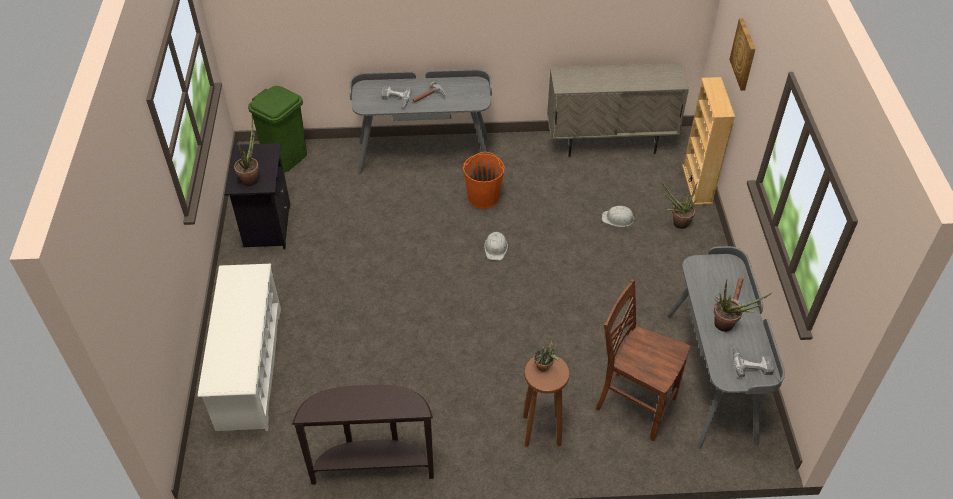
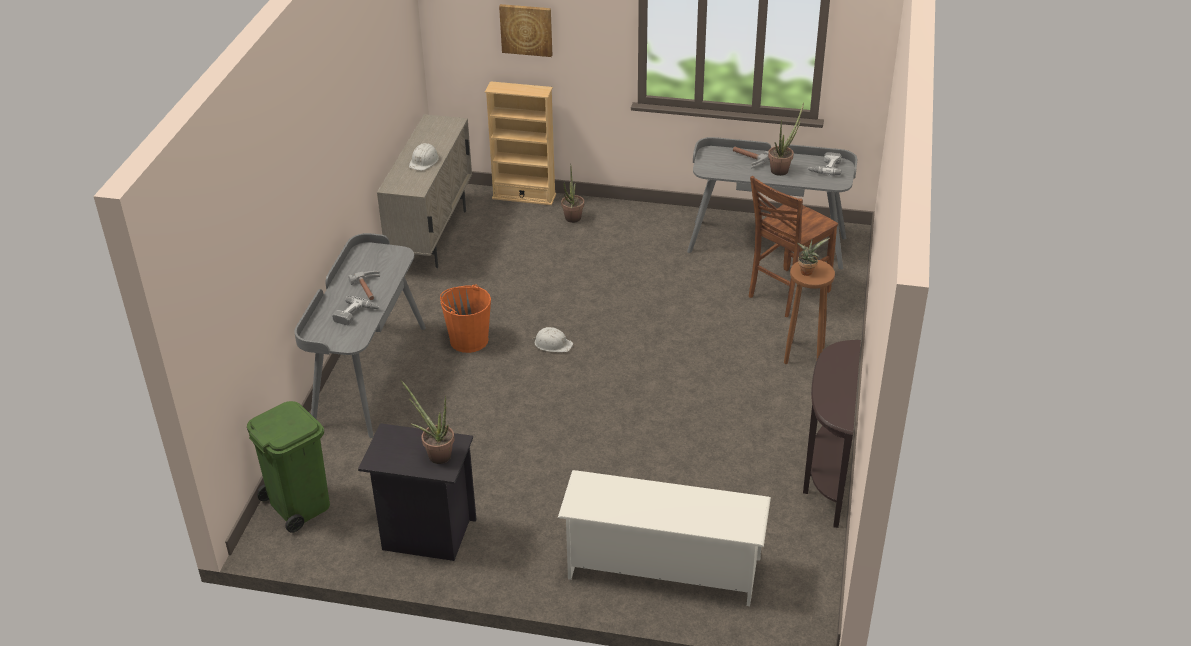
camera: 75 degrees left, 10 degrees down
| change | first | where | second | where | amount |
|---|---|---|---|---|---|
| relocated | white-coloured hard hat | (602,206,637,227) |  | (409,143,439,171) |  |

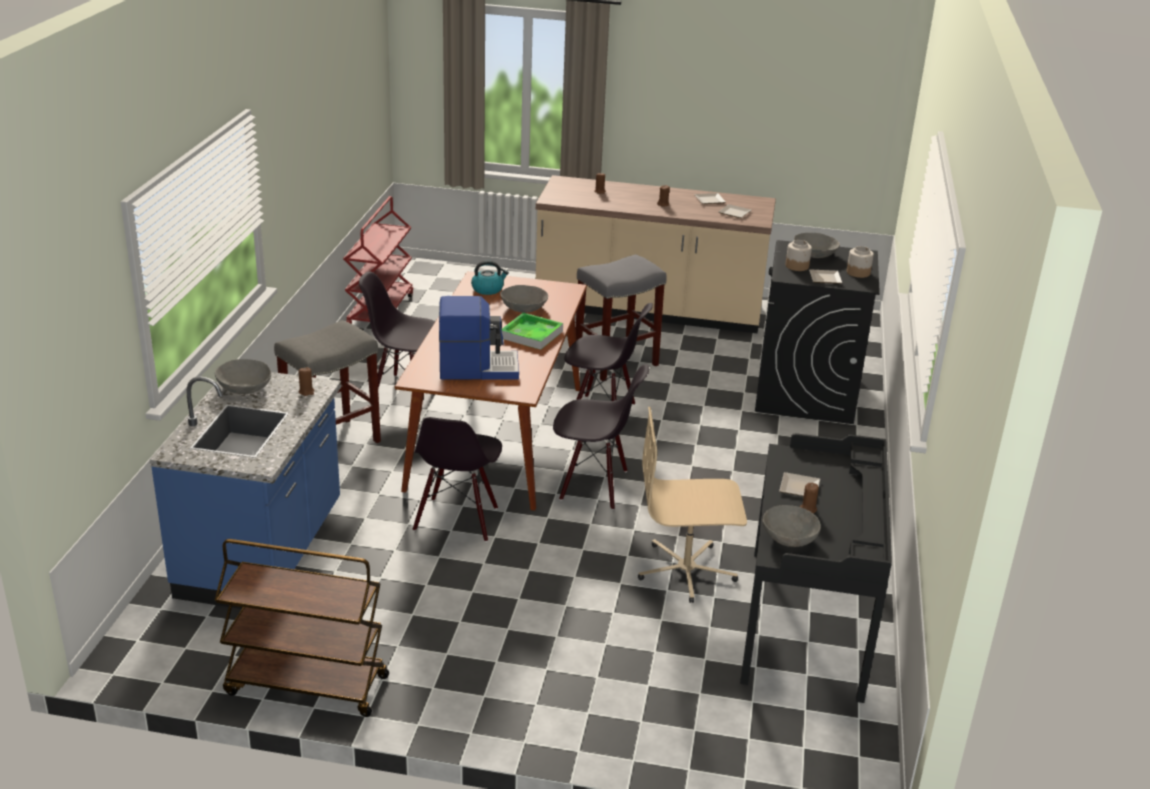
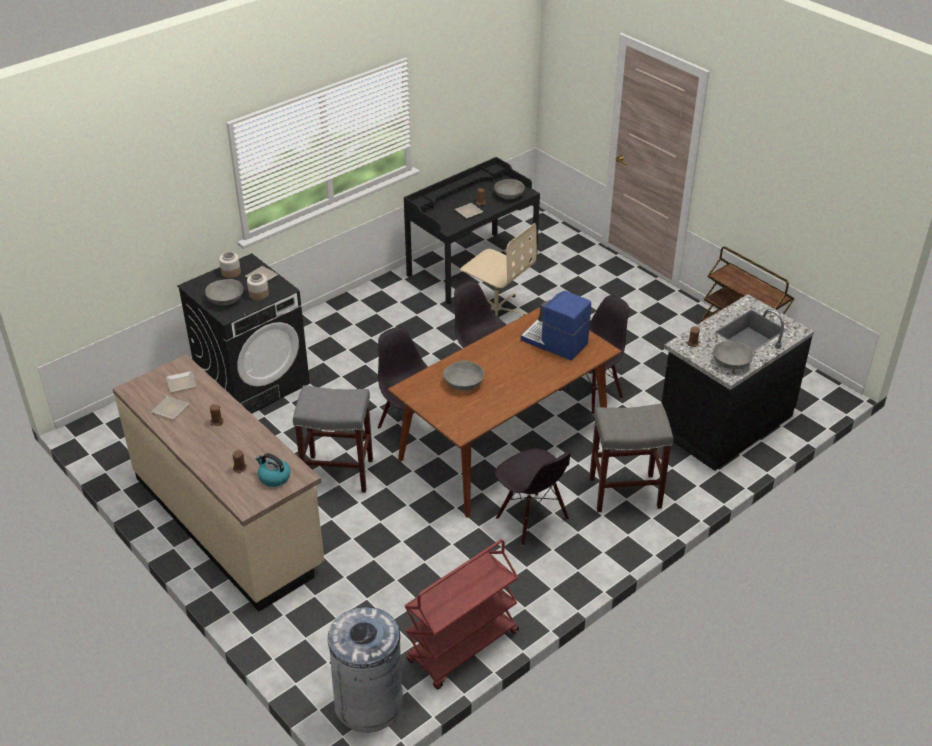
camera: 140 degrees left, 10 degrees up
| change | first | where | second | where | amount |
|---|---|---|---|---|---|
| missing | carrying tray | (501,313,563,350) |  |  |  |
| appeared |  |  | gray trash can | (328,607,403,733) |  |
| relocated | tea kettle | (471,260,509,295) |  | (256,453,290,487) |  |
| colour | blue-coloured kitchen counter | (149,372,341,609) | blackish kitchen counter | (661,294,814,471) |  |

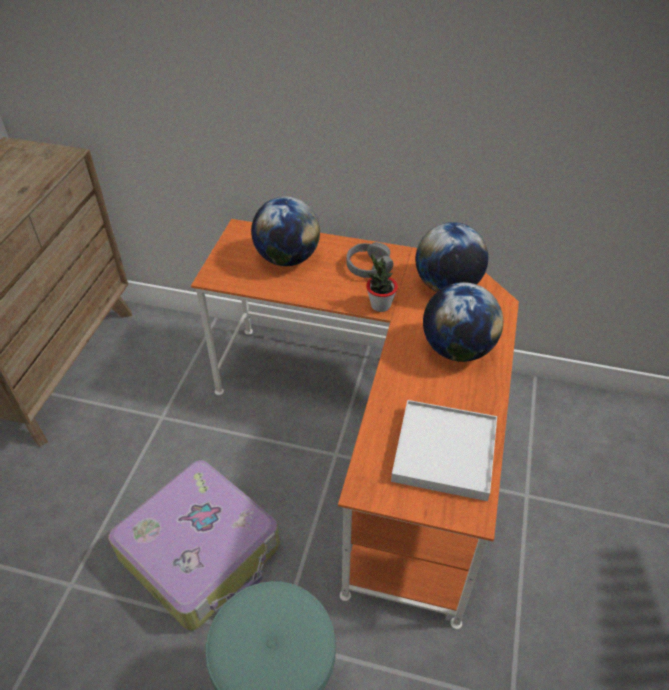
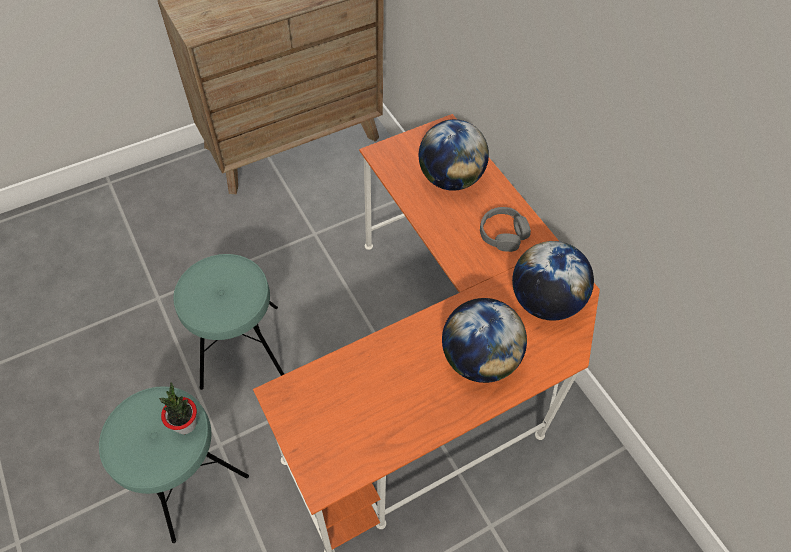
camera: 45 degrees right, 10 degrees up
| change | first | where | second | where | amount |
|---|---|---|---|---|---|
| missing | white-coloured carrying tray | (391,400,497,501) |  |  |  |
| relocated | houseplant | (366,253,398,312) |  | (159,382,197,434) |  |
| exchanged | suitcase | (108,460,280,630) | blue-green sitting stool | (173,254,284,390) |  |

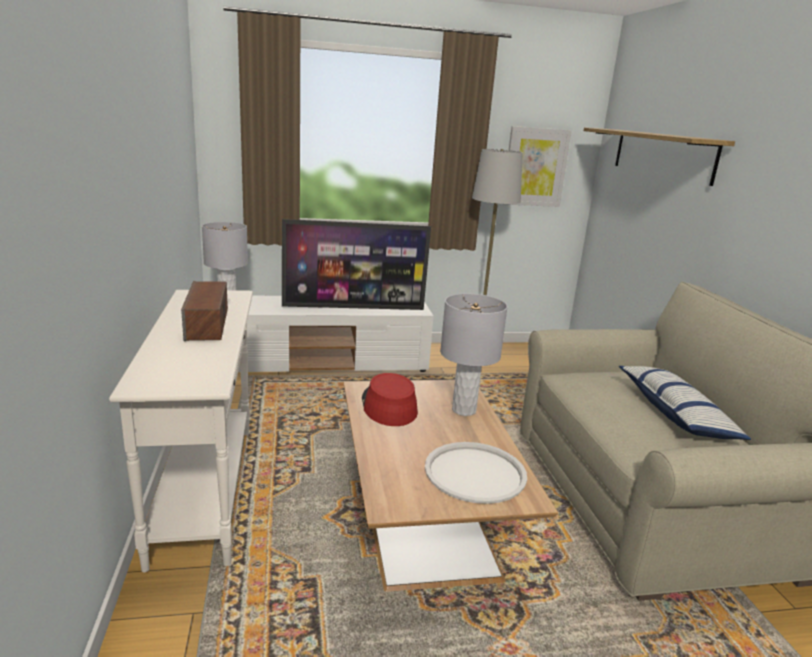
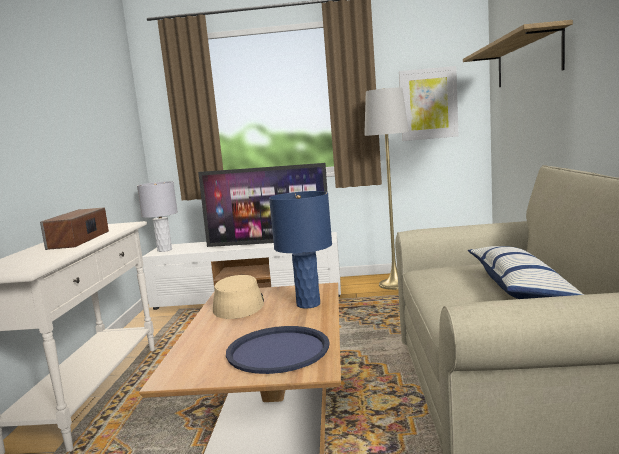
camera: 15 degrees right, 10 degrees down
| change | first | where | second | where | amount |
|---|---|---|---|---|---|
| colour | red wearable hat | (362,373,418,426) | sand-coloured wearable hat | (213,275,264,319) |  |
| colour | white-coloured carrying tray | (425,442,527,504) | blue-coloured carrying tray | (226,326,330,374) |  |
| colour | gray tabletop lamp | (440,294,508,416) | blue-coloured tabletop lamp | (269,191,332,309) |  |

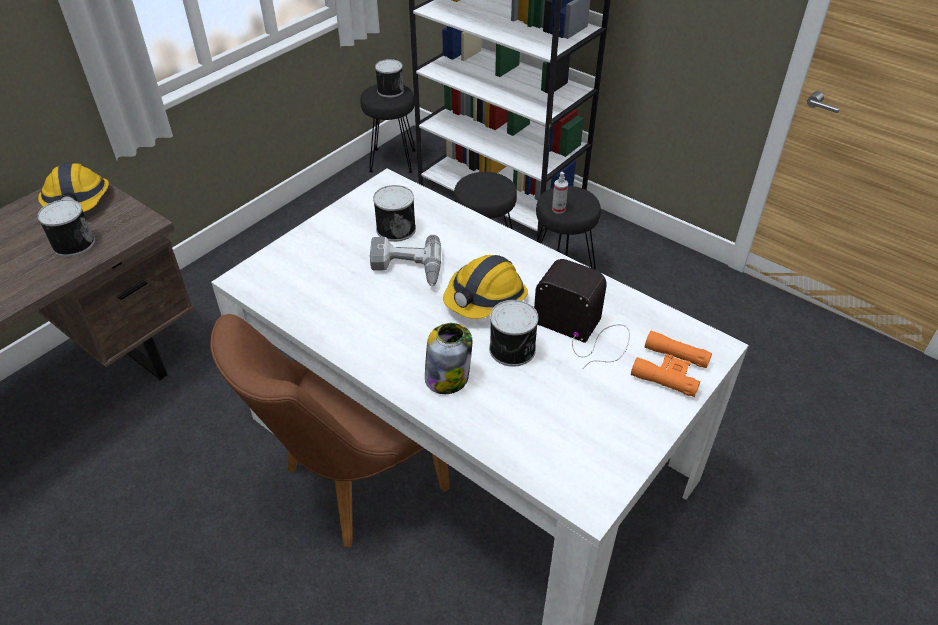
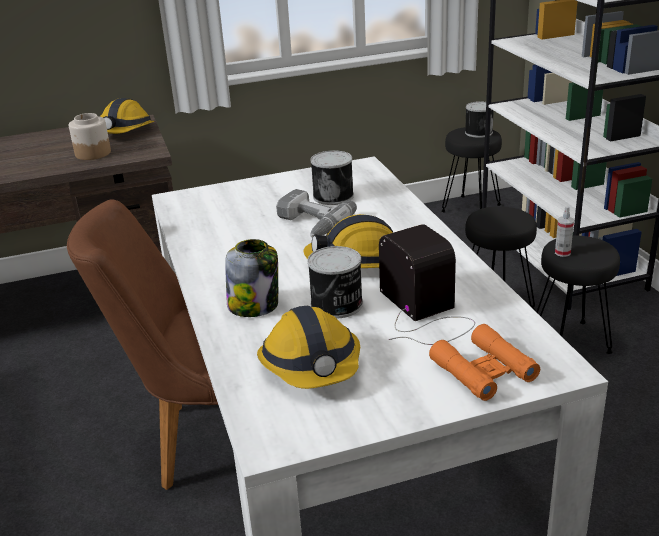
camera: 35 degrees right, 15 degrees down
| change | first | where | second | where | amount |
|---|---|---|---|---|---|
| appeared |  |  | hard hat | (257,305,360,389) |  |
| exchanged | metal can | (37,199,95,257) | storage jar | (69,113,111,160) |  |

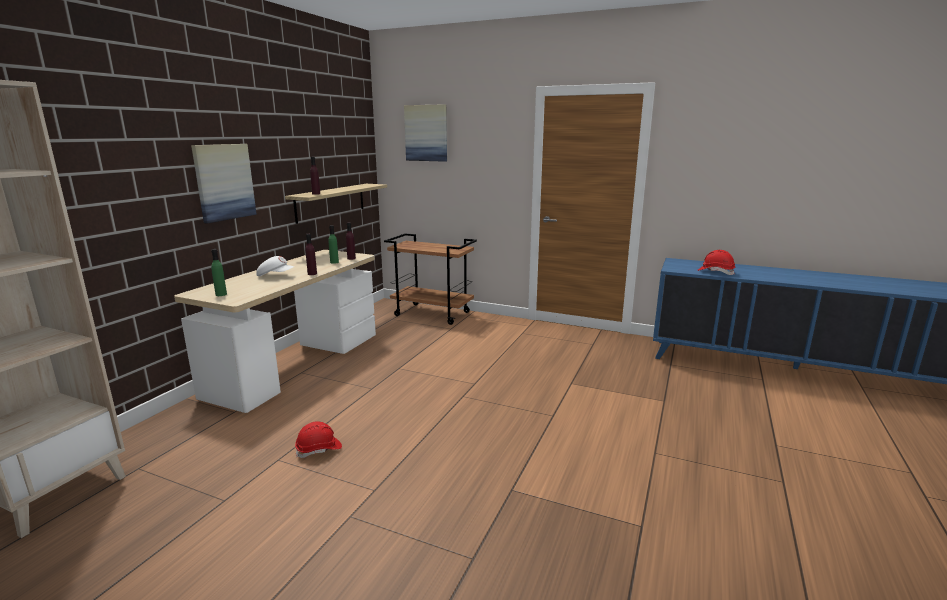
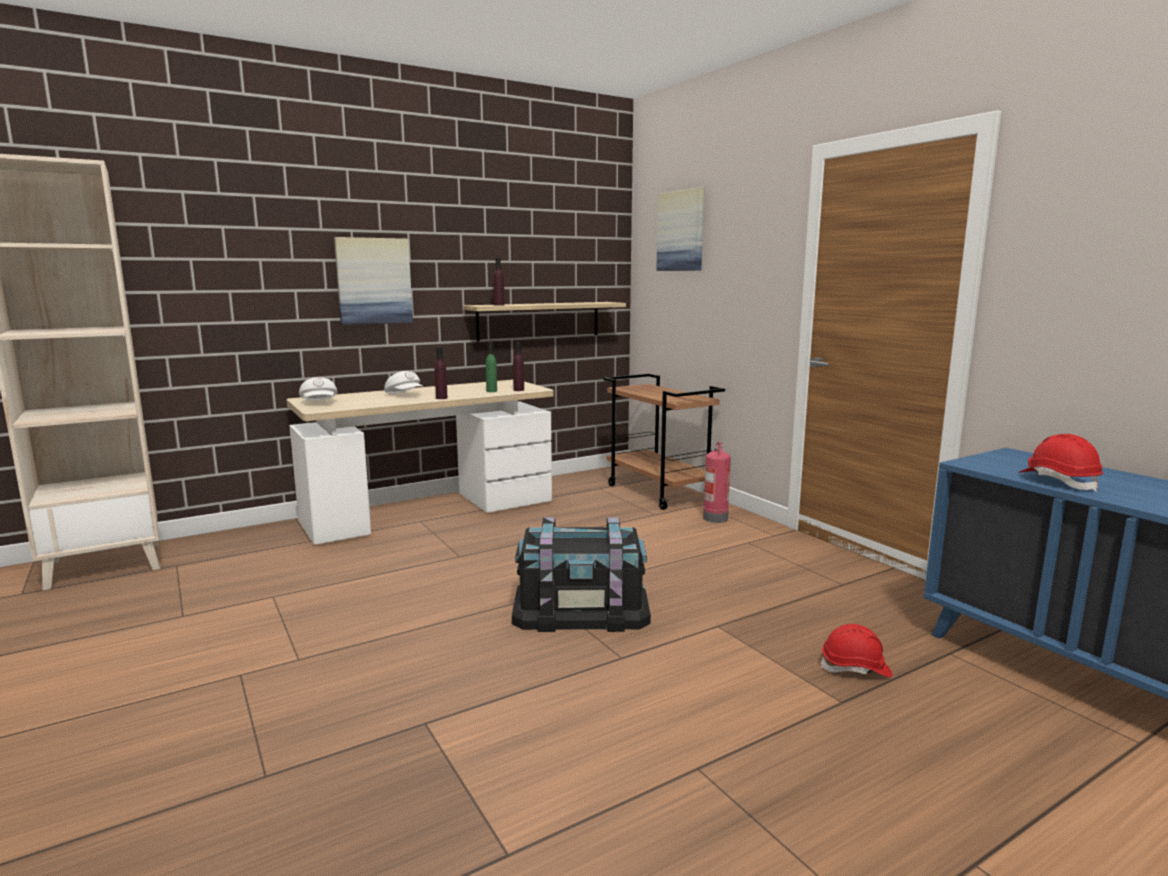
camera: 35 degrees right, 5 degrees down
| change | first | where | second | where | amount |
|---|---|---|---|---|---|
| appeared |  |  | blackish storage bin | (512,517,651,632) |  |
| appeared |  |  | fire extinguisher | (703,442,731,523) |  |
| relocated | red hard hat | (295,422,342,458) |  | (821,624,893,678) |  |
| exchanged | green-coloured beverage bottle | (211,249,227,296) | white-coloured peaked cap | (299,377,337,400) |  |

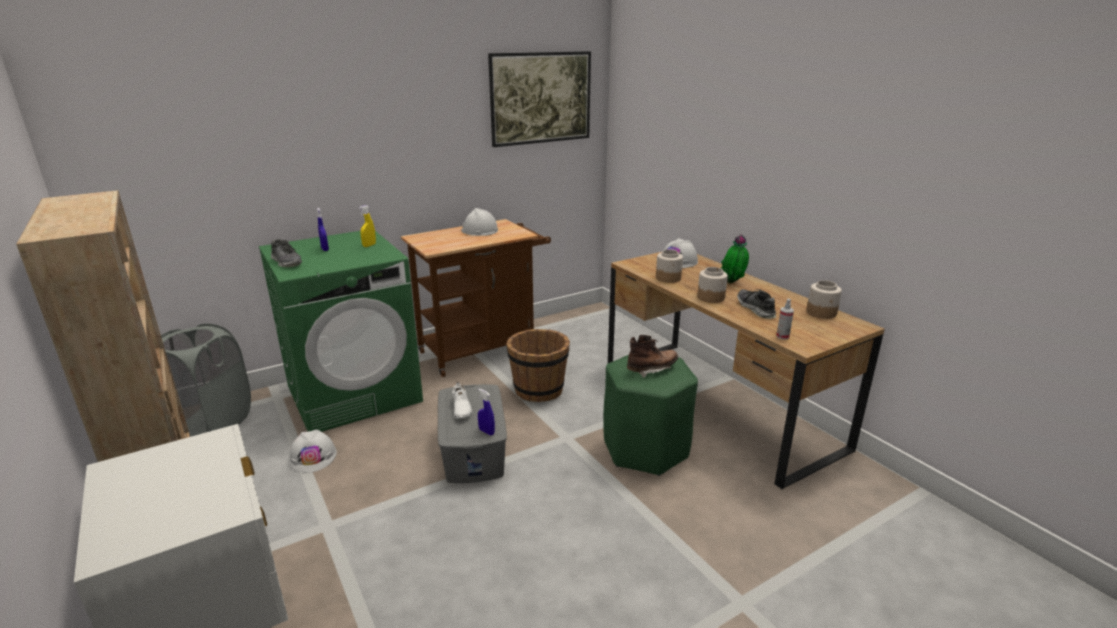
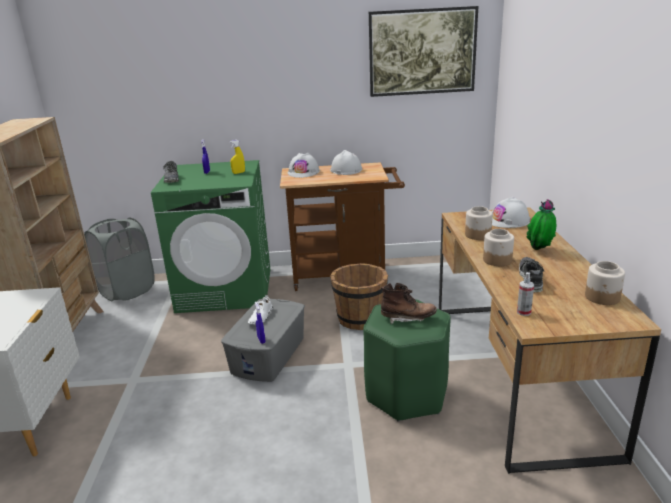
camera: 30 degrees right, 0 degrees up
| change | first | where | second | where | amount |
|---|---|---|---|---|---|
| relocated | white-coloured hard hat | (289,430,337,473) |  | (288,153,320,178) |  |

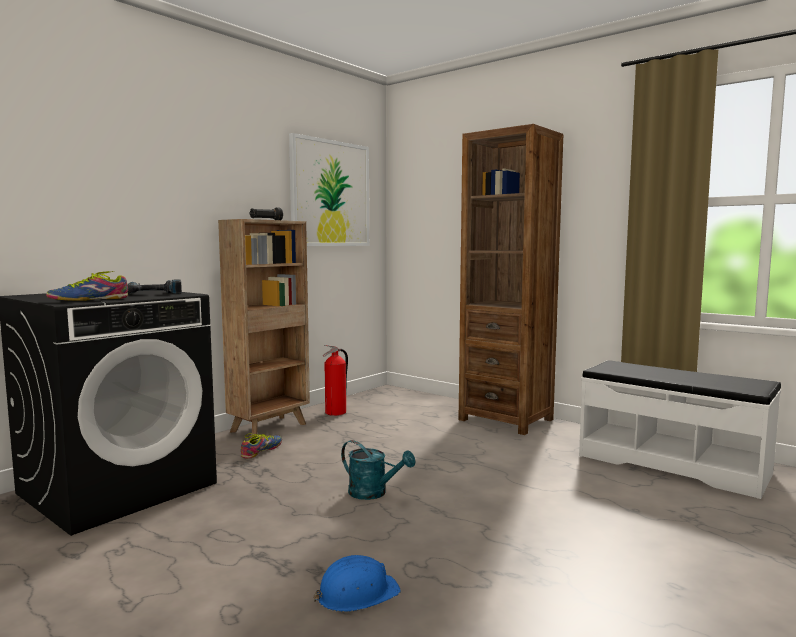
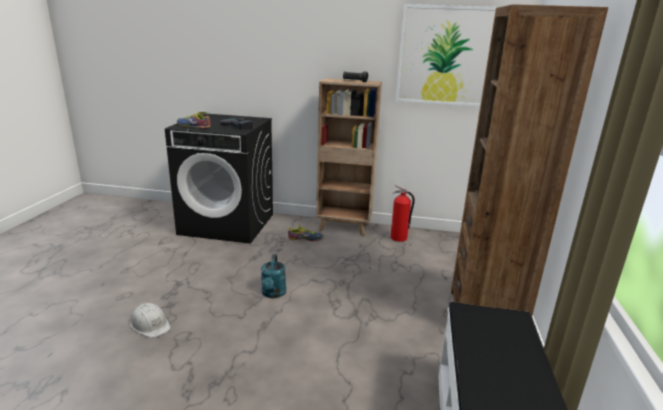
camera: 60 degrees right, 15 degrees up
| change | first | where | second | where | amount |
|---|---|---|---|---|---|
| colour | blue-coloured hard hat | (313,555,401,612) | white-coloured hard hat | (130,303,171,338) |  |

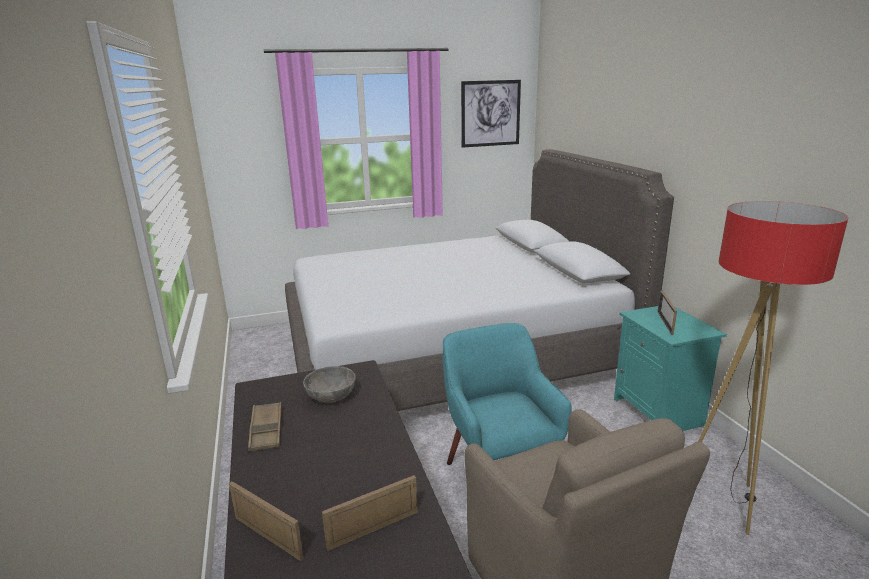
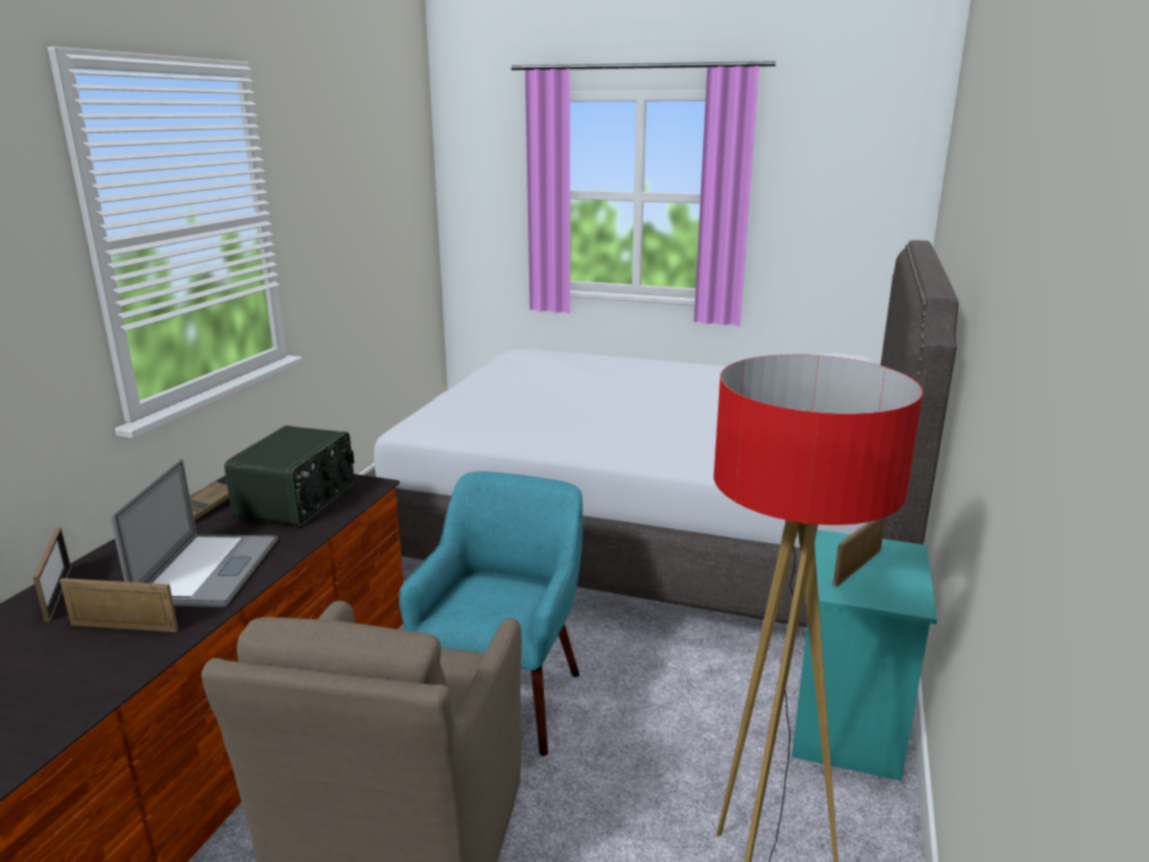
camera: 35 degrees right, 0 degrees up
| change | first | where | second | where | amount |
|---|---|---|---|---|---|
| missing | picture | (461,80,521,148) |  |  |  |
| appeared |  |  | notebook computer | (111,459,278,607) |  |
| exchanged | gray serving bowl | (303,366,356,403) | radio receiver | (224,426,354,526) |  |

